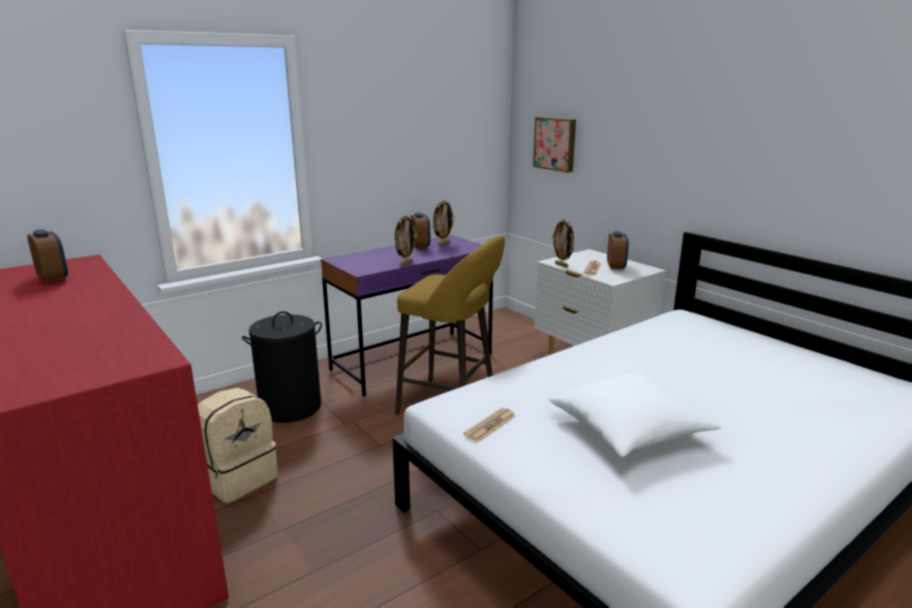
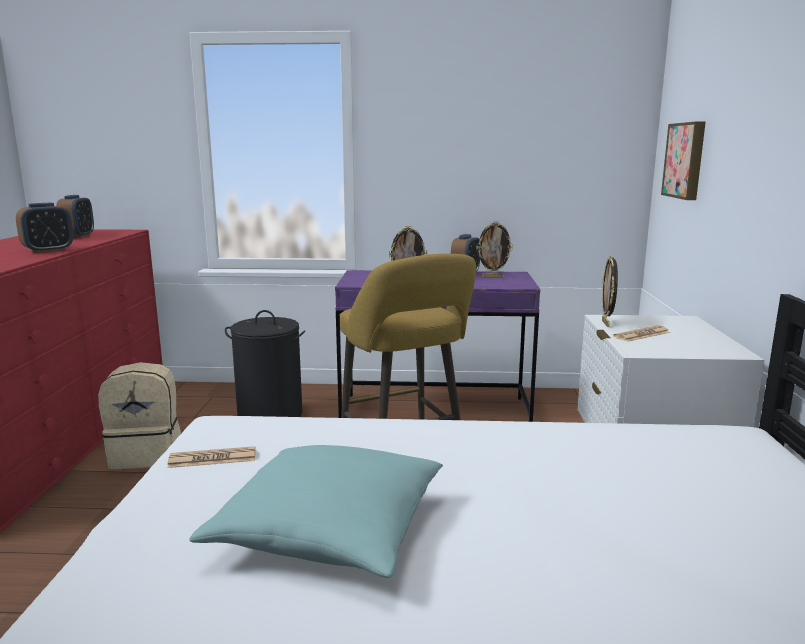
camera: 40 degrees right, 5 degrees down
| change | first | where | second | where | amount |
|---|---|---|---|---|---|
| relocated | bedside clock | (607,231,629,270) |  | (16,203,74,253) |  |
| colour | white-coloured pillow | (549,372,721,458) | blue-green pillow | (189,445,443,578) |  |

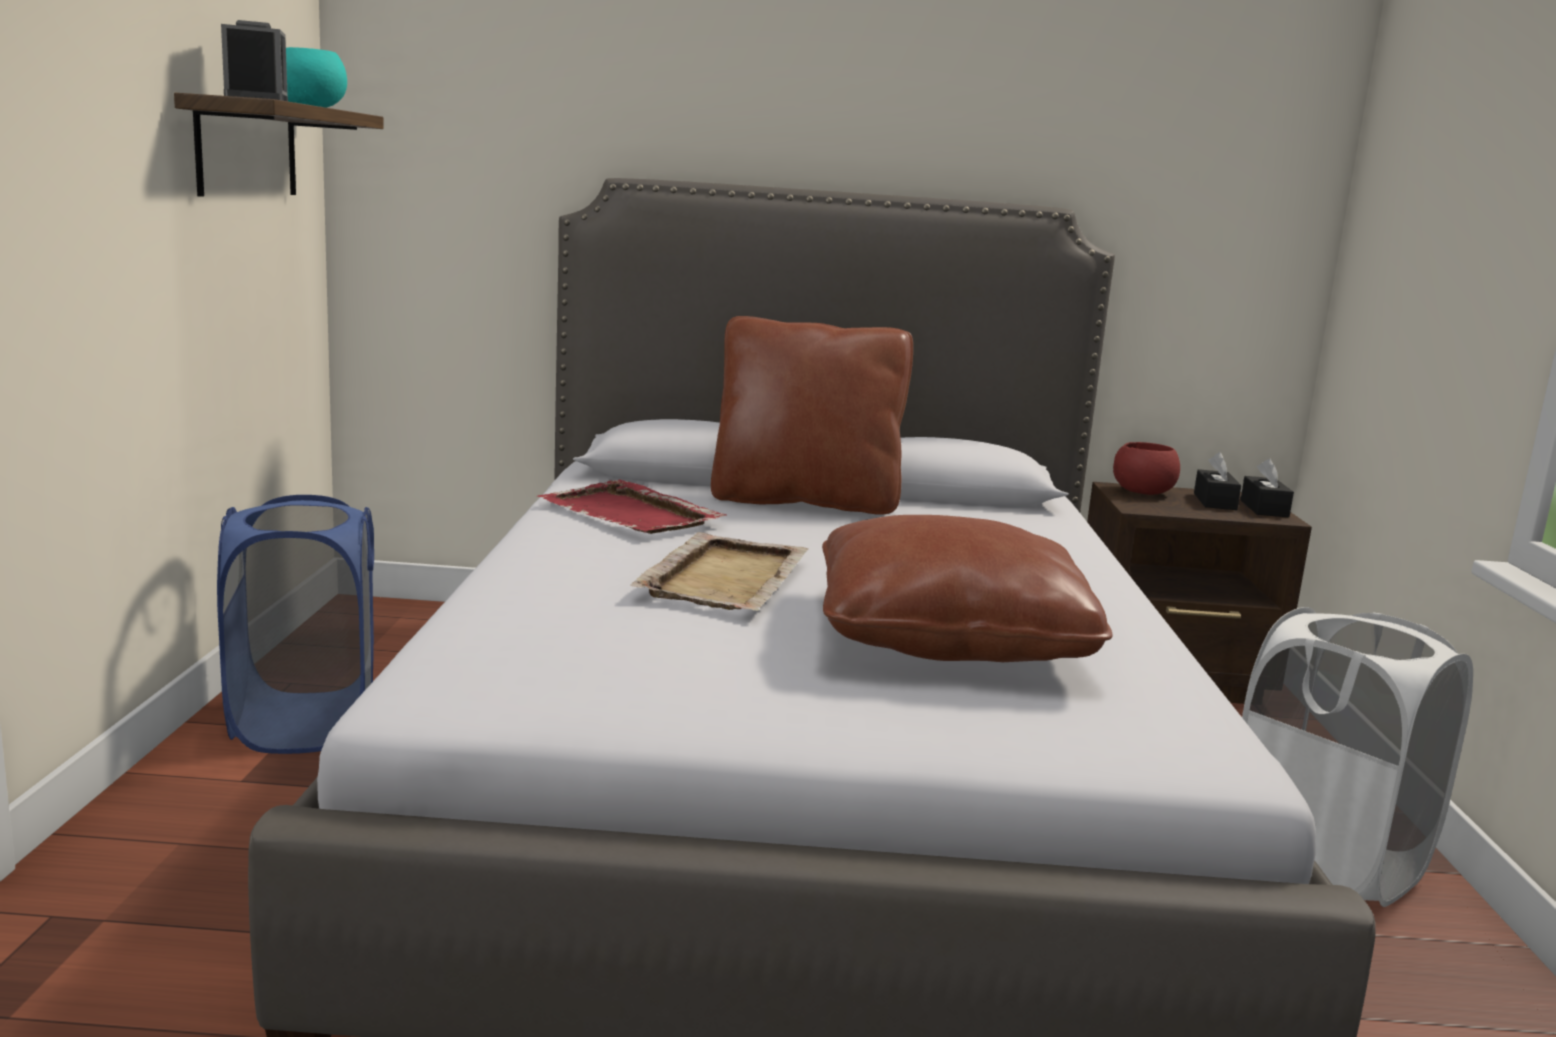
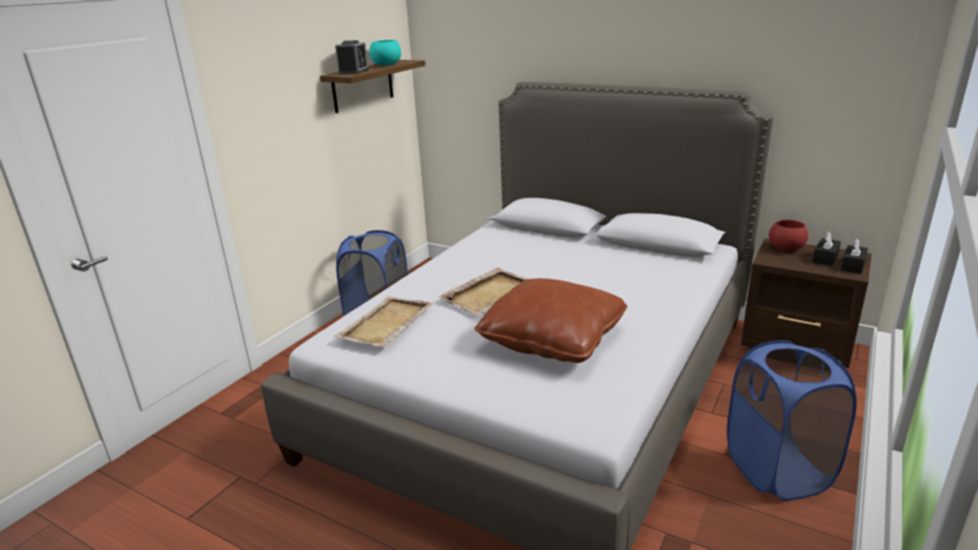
camera: 30 degrees right, 10 degrees up
| change | first | where | second | where | amount |
|---|---|---|---|---|---|
| missing | red carrying tray | (537,480,727,534) |  |  |  |
| missing | brown pillow | (711,316,913,515) |  |  |  |
| appeared |  |  | sand-coloured carrying tray | (334,296,434,347) |  |
| colour | white-coloured washing basket | (1242,607,1473,907) | blue-coloured washing basket | (727,340,857,501) |  |

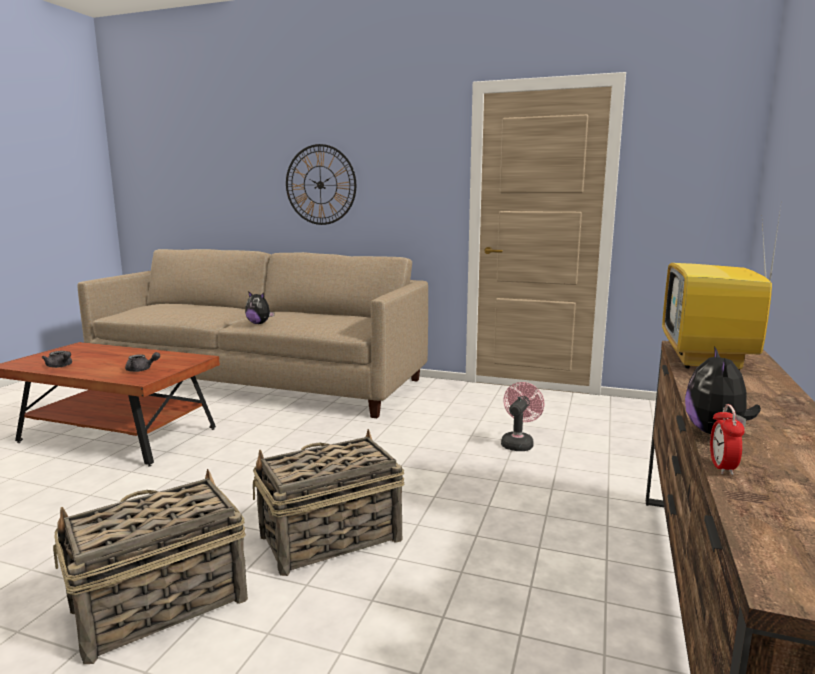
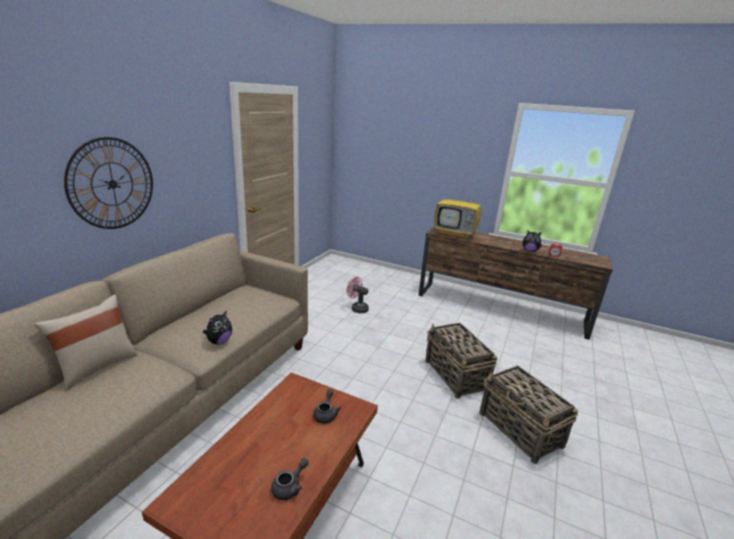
camera: 85 degrees left, 10 degrees up
| change | first | where | second | where | amount |
|---|---|---|---|---|---|
| appeared |  |  | sand-coloured pillow | (34,294,138,391) |  |

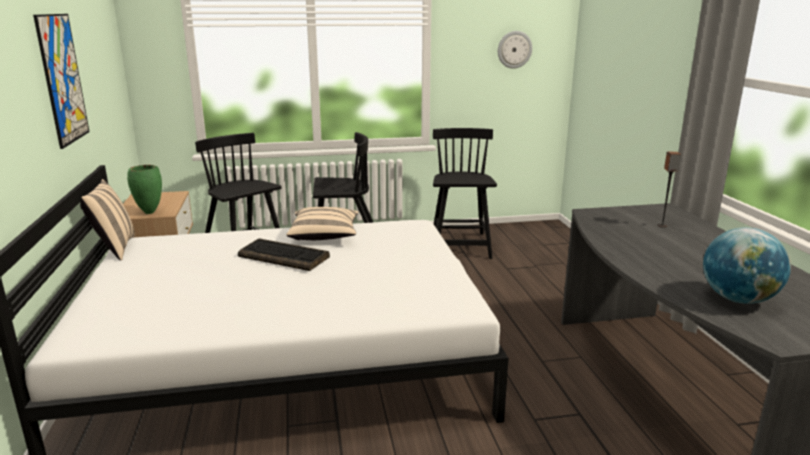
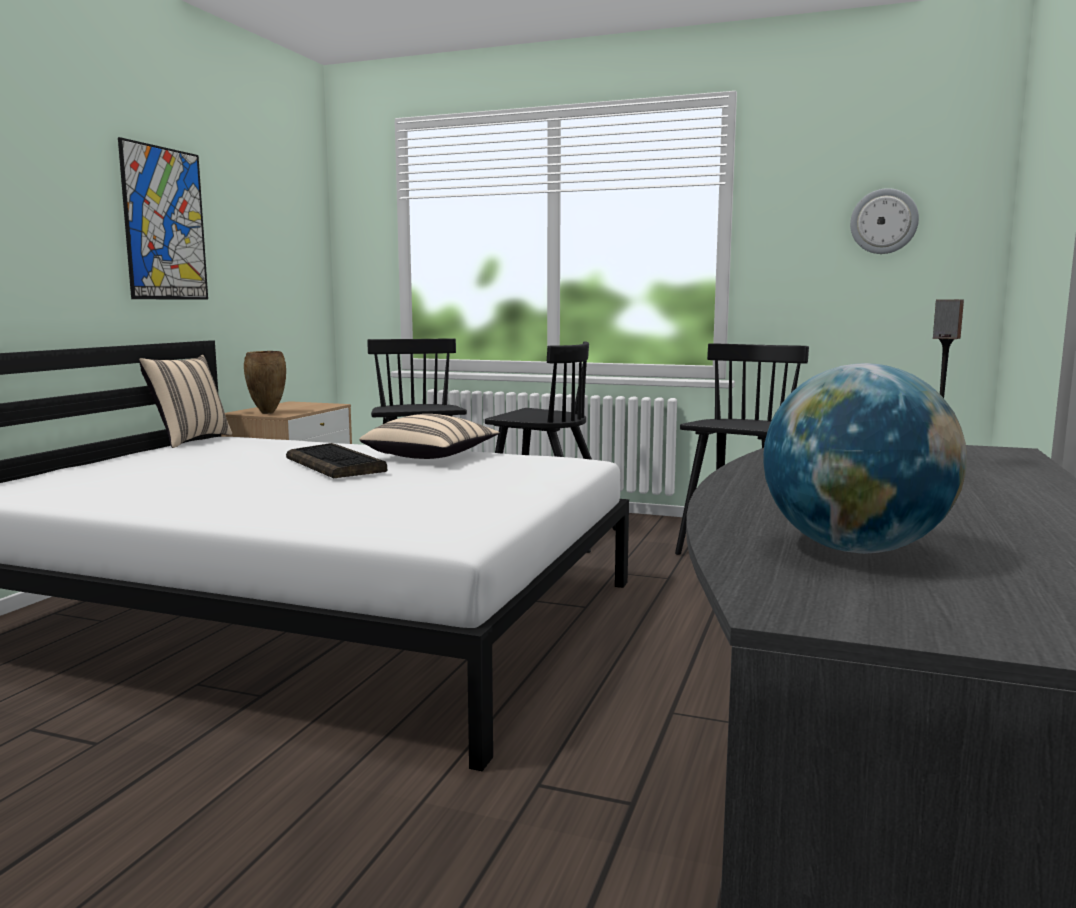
camera: 30 degrees right, 10 degrees down
| change | first | where | second | where | amount |
|---|---|---|---|---|---|
| colour | green-coloured decorative vase | (127,165,162,214) | brown decorative vase | (244,351,286,414) |  |

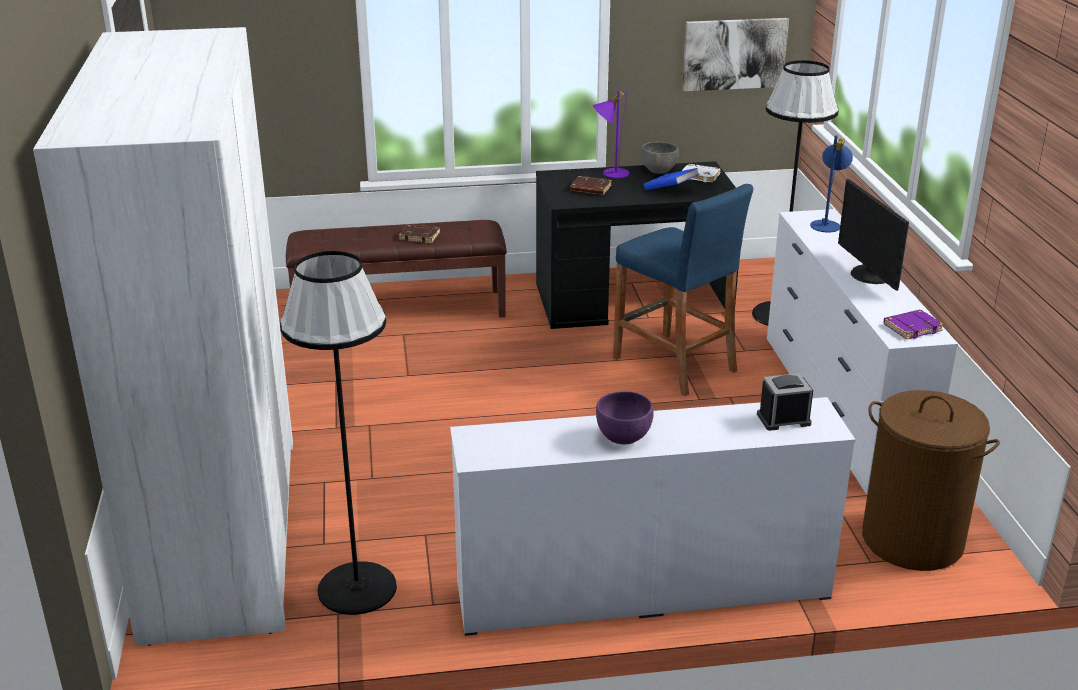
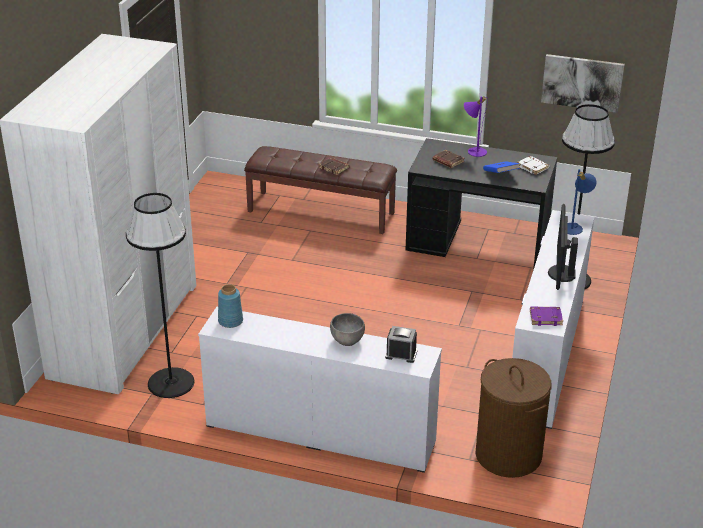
camera: 25 degrees right, 5 degrees up
| change | first | where | second | where | amount |
|---|---|---|---|---|---|
| missing | purplish serving bowl | (596,391,654,444) |  |  |  |
| missing | blue-coloured sitting stool | (613,184,753,396) |  |  |  |
| appeared |  |  | blue-coloured decorative vase | (218,284,243,328) |  |
| relocated | gray serving bowl | (641,142,679,174) |  | (330,313,365,346) |  |

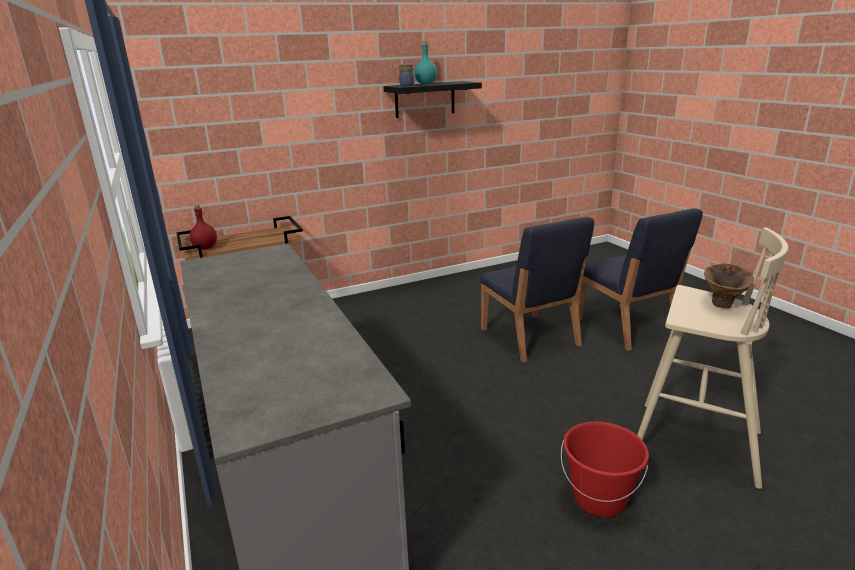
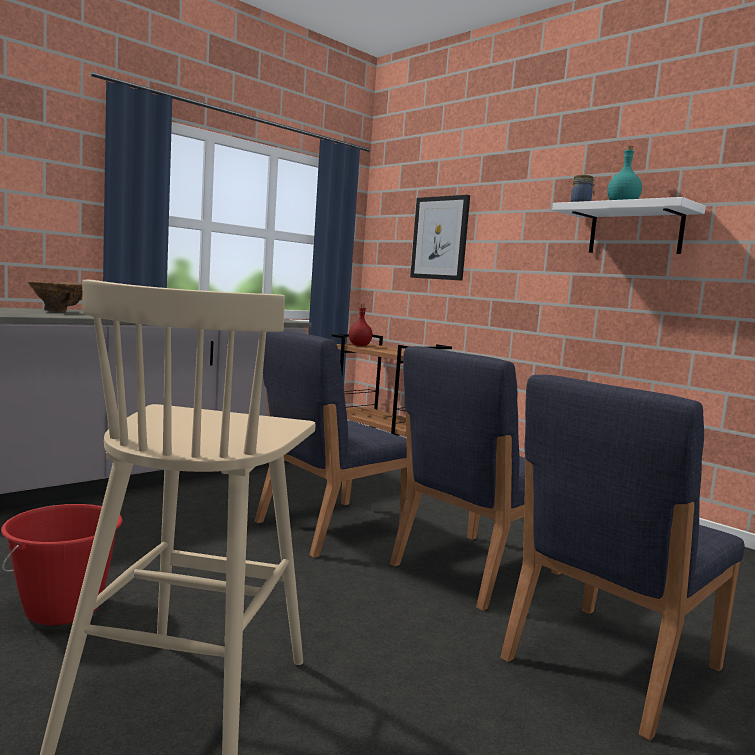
camera: 70 degrees right, 15 degrees down
| change | first | where | second | where | amount |
|---|---|---|---|---|---|
| appeared |  |  | blue-coloured upright chair | (255,330,407,558) |  |
| appeared |  |  | picture | (410,195,470,281) |  |
| relocated | brown decorative vase | (704,263,754,308) |  | (28,281,83,312) |  |
| colour | blackish wall shelf | (383,81,482,118) | white-coloured wall shelf | (552,197,706,254) |  |

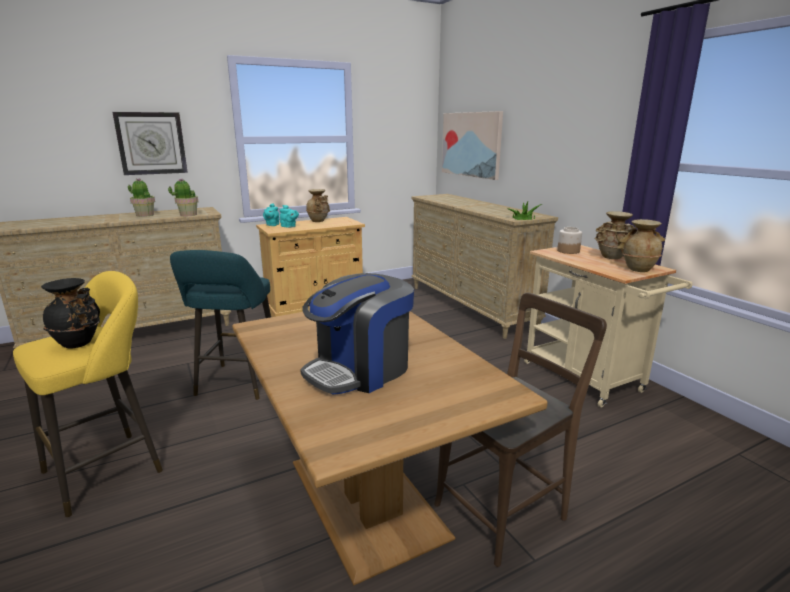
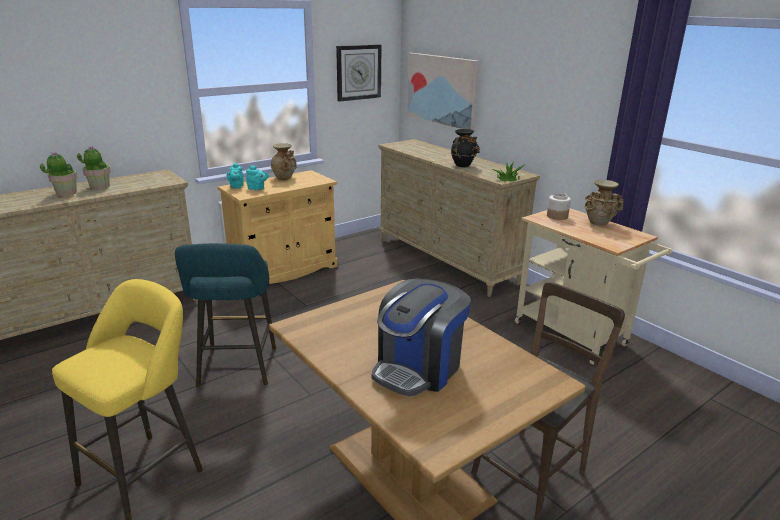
camera: 10 degrees left, 5 degrees up
| change | first | where | second | where | amount |
|---|---|---|---|---|---|
| missing | sand-coloured decorative vase | (617,219,665,272) |  |  |  |
| relocated | blackish decorative vase | (41,278,100,349) |  | (451,129,480,167) |  |
| relocated | hanging clock | (112,112,188,175) |  | (336,44,381,102) |  |
| relocated | houseplant | (168,178,198,216) |  | (40,152,78,196) |  |

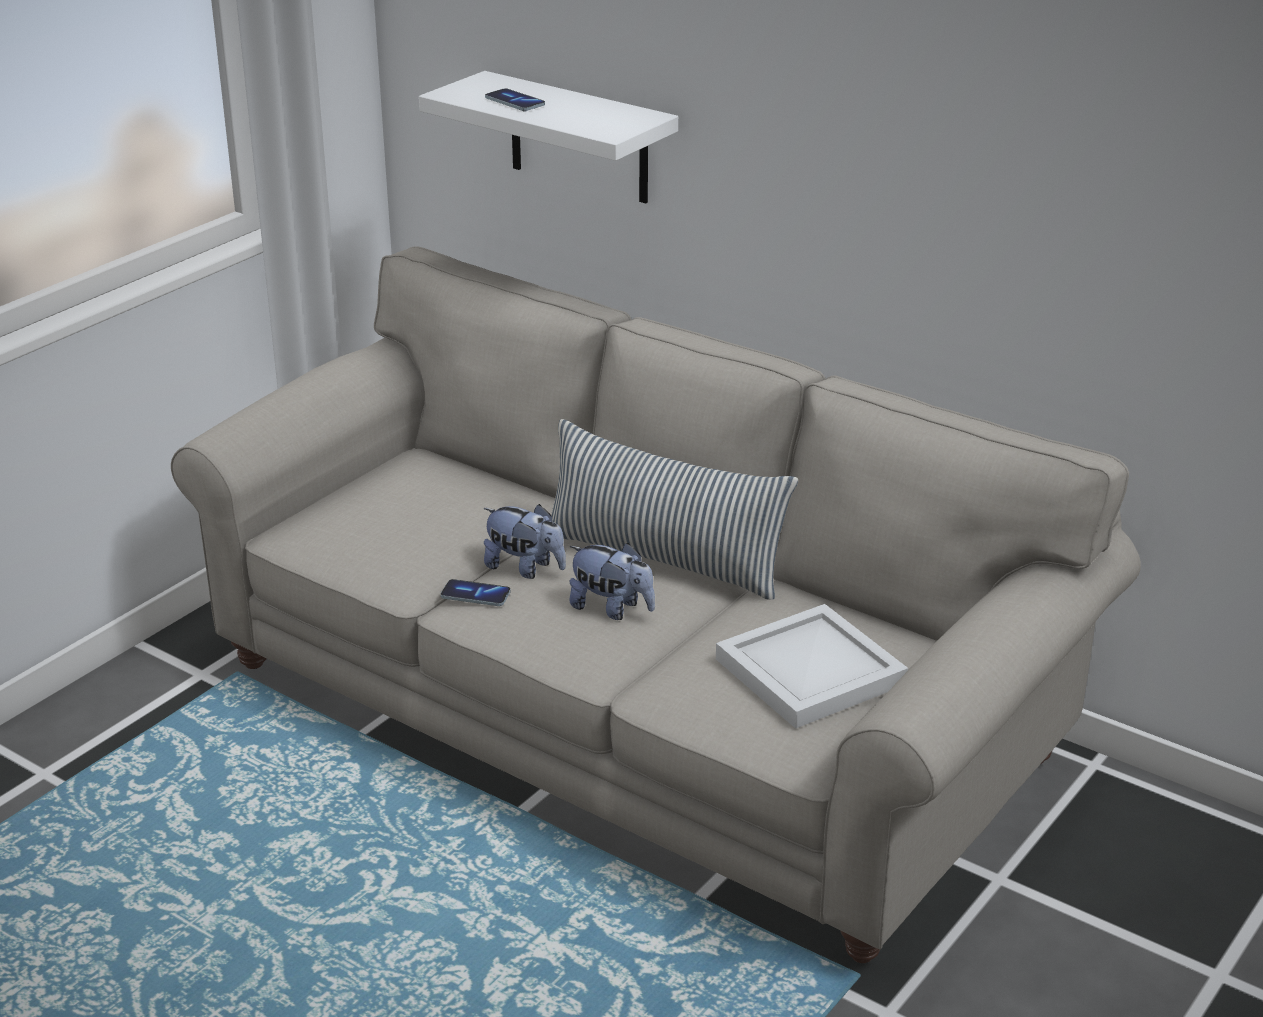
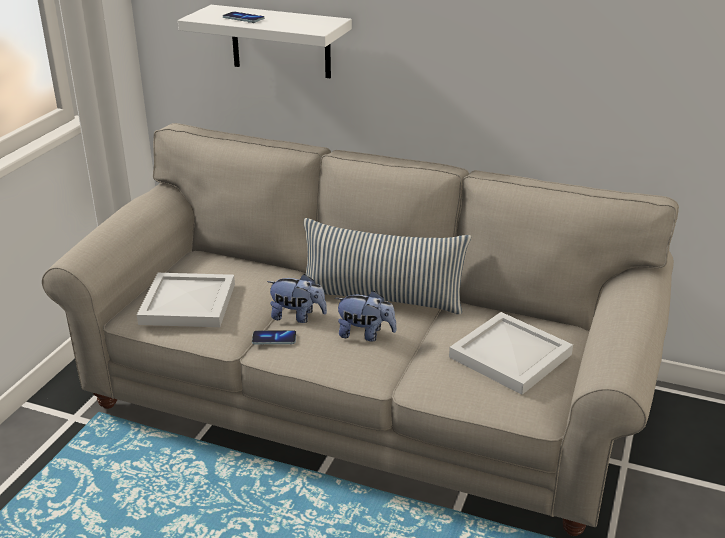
camera: 15 degrees left, 0 degrees up
| change | first | where | second | where | amount |
|---|---|---|---|---|---|
| appeared |  |  | white-coloured carrying tray | (137,273,235,327) |  |

